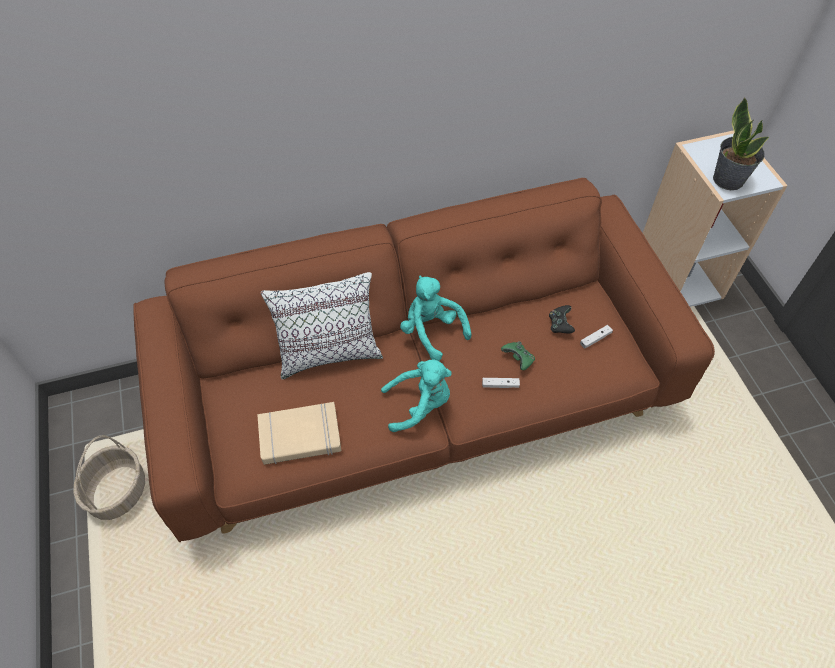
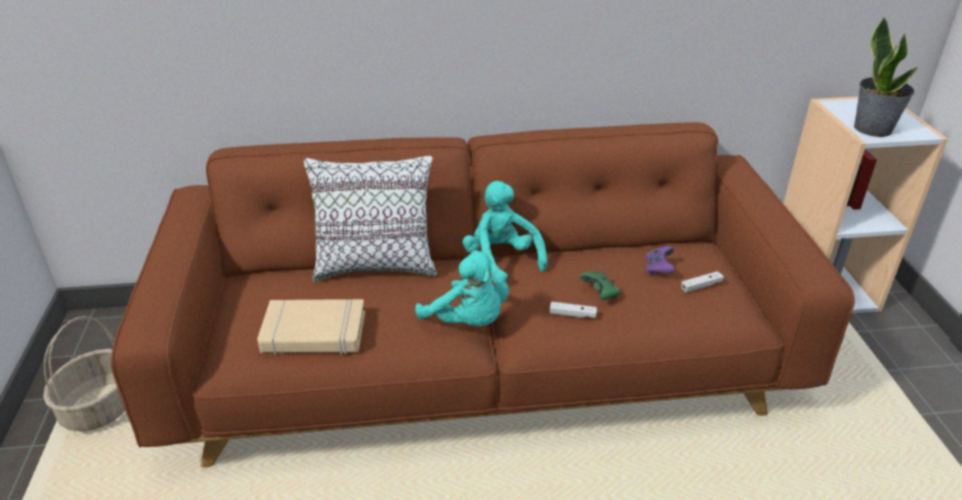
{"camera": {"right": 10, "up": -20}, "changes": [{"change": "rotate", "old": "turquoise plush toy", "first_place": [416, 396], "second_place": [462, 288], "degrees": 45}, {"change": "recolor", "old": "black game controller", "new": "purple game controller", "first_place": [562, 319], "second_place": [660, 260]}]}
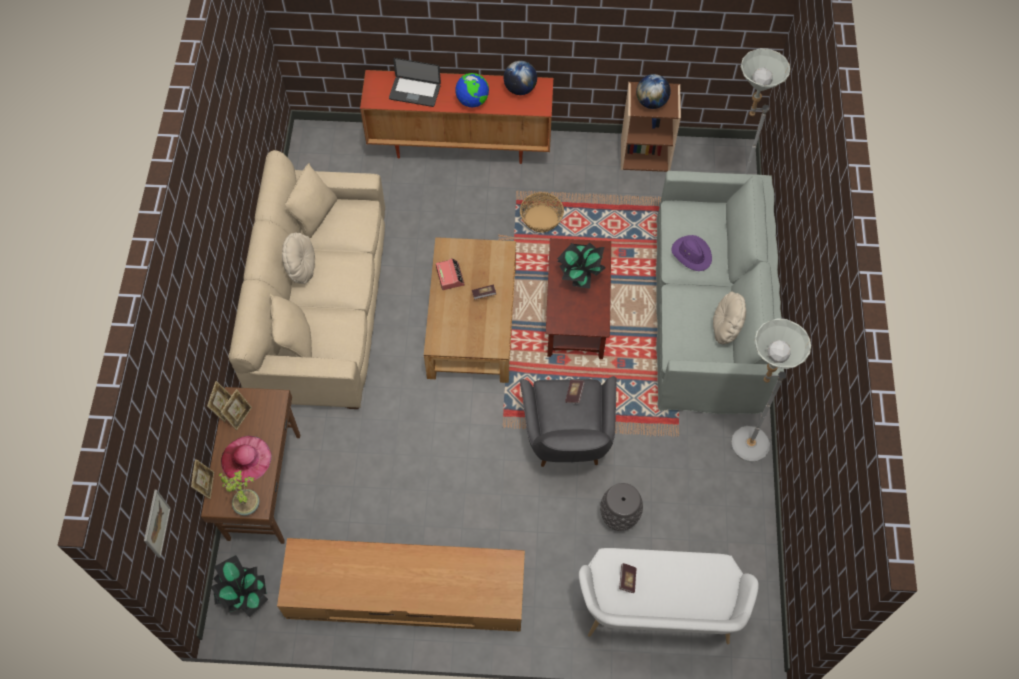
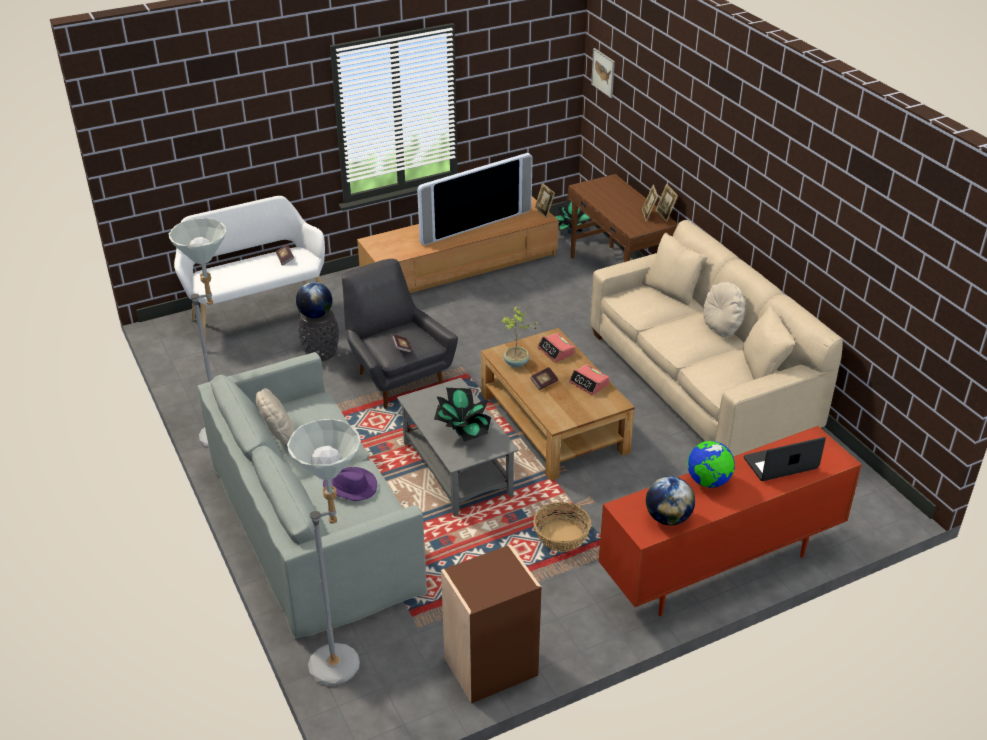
{"camera": {"right": 150, "up": -25}, "changes": [{"change": "move", "old": "globe", "first_place": [653, 91], "second_place": [314, 300]}, {"change": "recolor", "old": "brown coffee table", "new": "grey coffee table", "first_place": [578, 298], "second_place": [458, 447]}, {"change": "insert", "new": "television", "second_place": [475, 199]}, {"change": "move", "old": "potted plant", "first_place": [239, 493], "second_place": [520, 337]}, {"change": "move", "old": "picture frame", "first_place": [202, 479], "second_place": [544, 200]}, {"change": "insert", "new": "alarm clock", "second_place": [556, 347]}, {"change": "delete", "old": "pink hat", "first_place": [246, 459]}]}
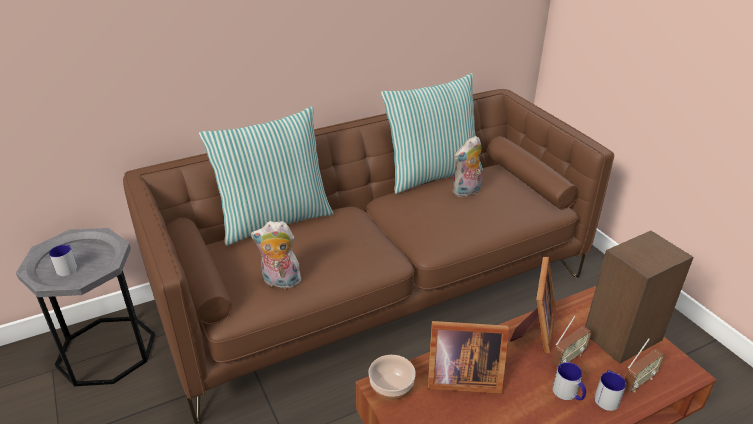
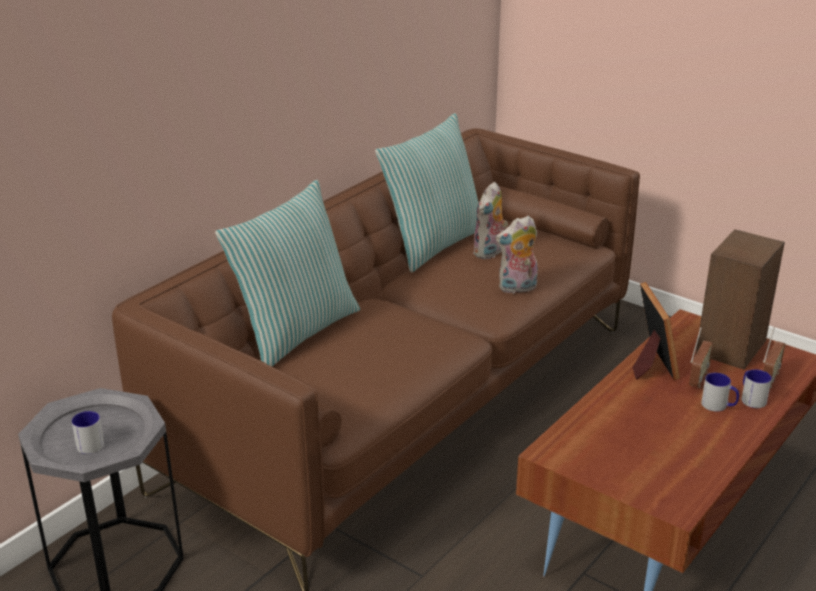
{"camera": {"right": -25, "up": -5}, "changes": [{"change": "move", "old": "plush toy", "first_place": [277, 254], "second_place": [517, 255]}, {"change": "delete", "old": "bowl", "first_place": [392, 377]}, {"change": "delete", "old": "picture frame", "first_place": [468, 357]}]}
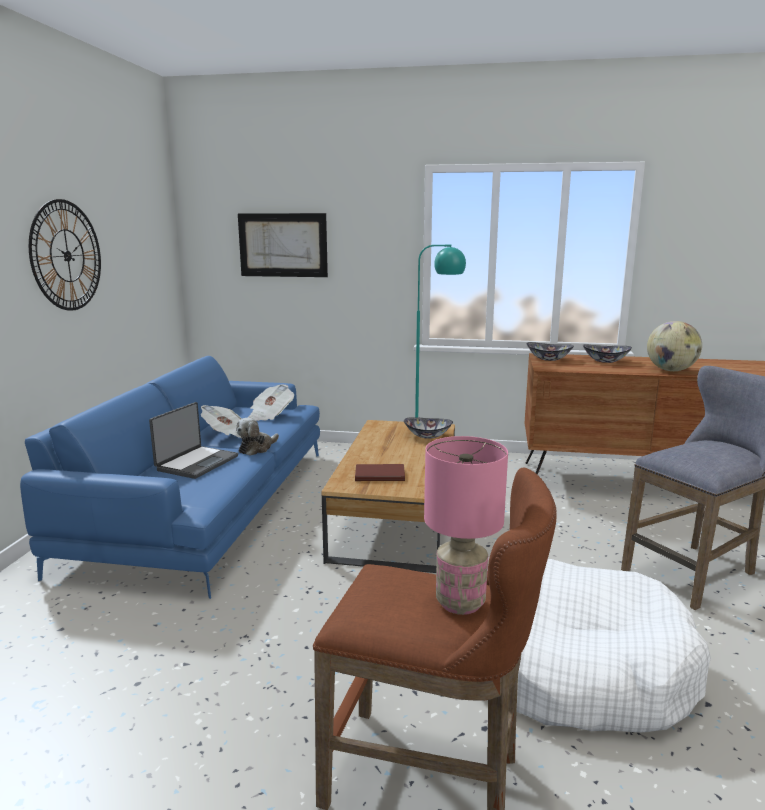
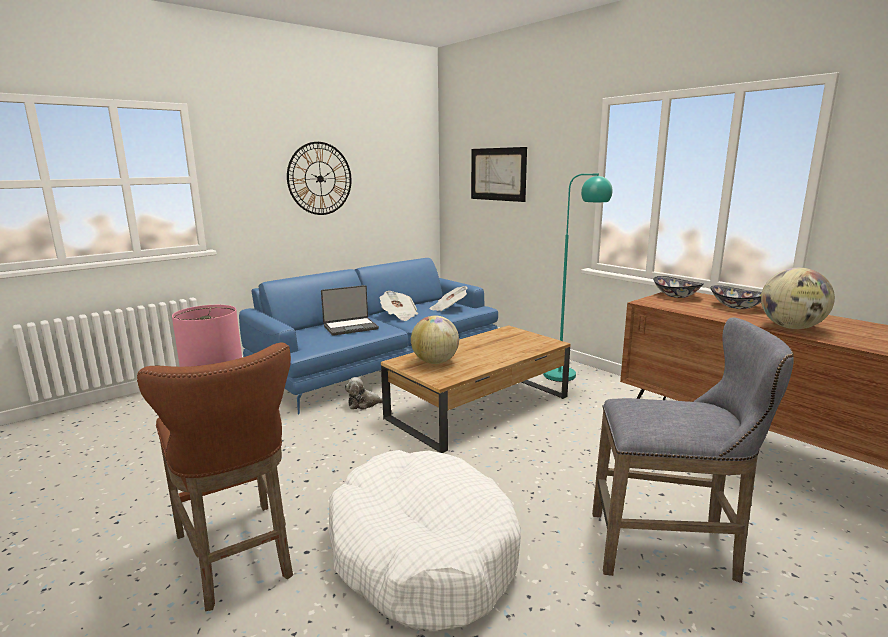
{"camera": {"right": 40, "up": 0}, "changes": [{"change": "move", "old": "plush toy", "first_place": [257, 437], "second_place": [364, 393]}, {"change": "replace", "old": "brown book", "new": "globe", "first_place": [380, 472], "second_place": [435, 340]}, {"change": "delete", "old": "bowl", "first_place": [428, 428]}]}
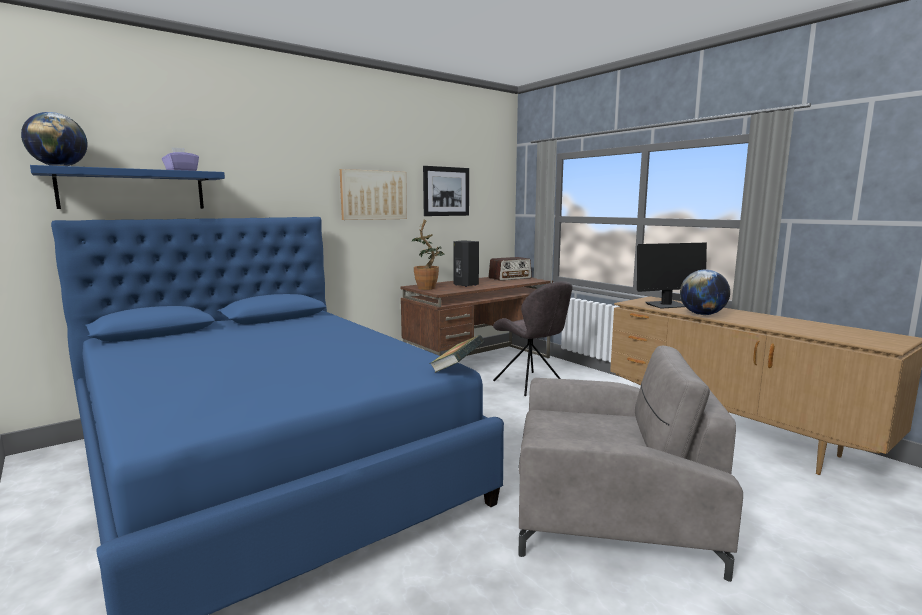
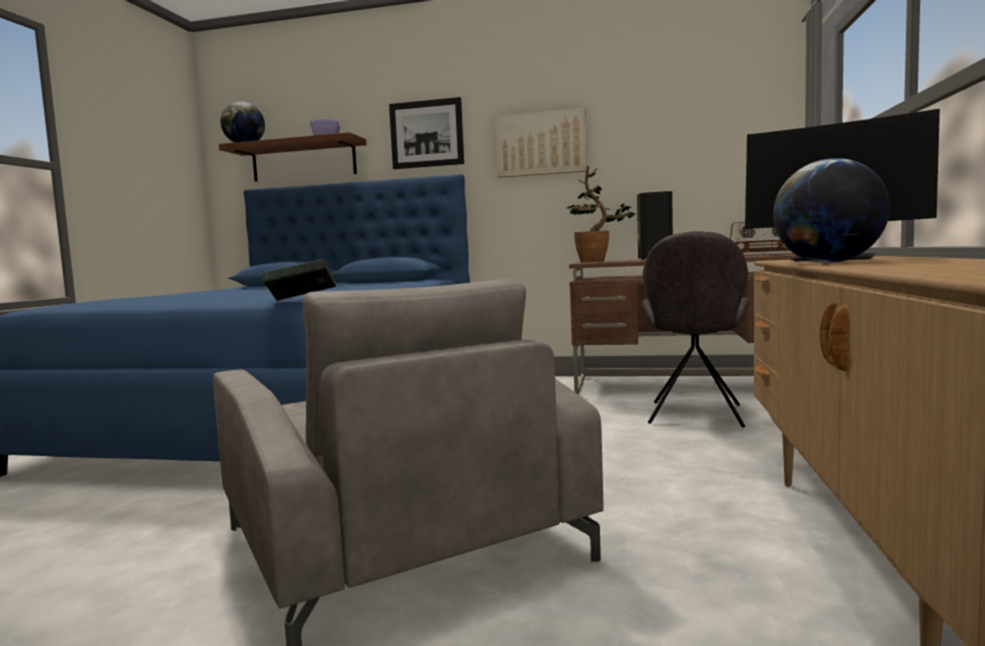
{"camera": {"right": 50, "up": -5}, "changes": [{"change": "recolor", "old": "blue shelf", "new": "brown shelf", "first_place": [127, 187], "second_place": [293, 157]}, {"change": "move", "old": "picture", "first_place": [446, 191], "second_place": [426, 133]}]}
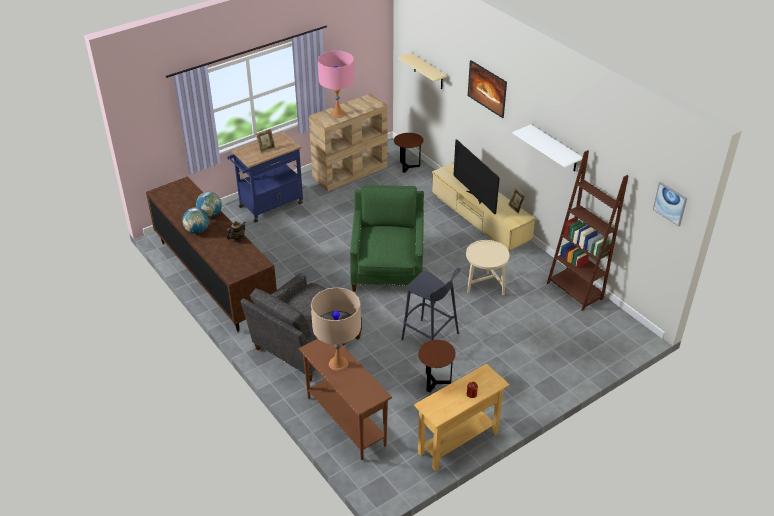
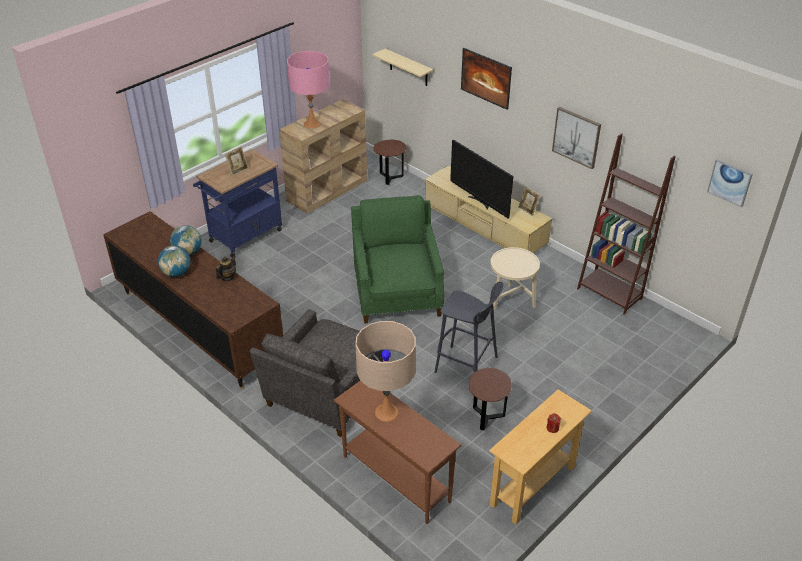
{"camera": {"right": -10, "up": 0}, "changes": [{"change": "replace", "old": "white shelf", "new": "picture", "first_place": [548, 148], "second_place": [576, 138]}]}
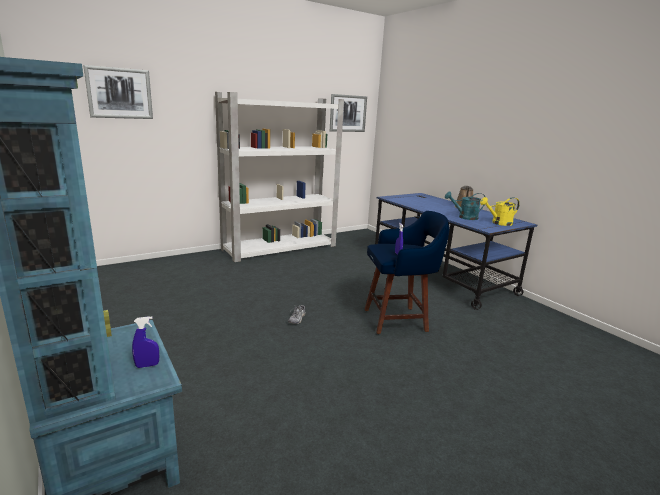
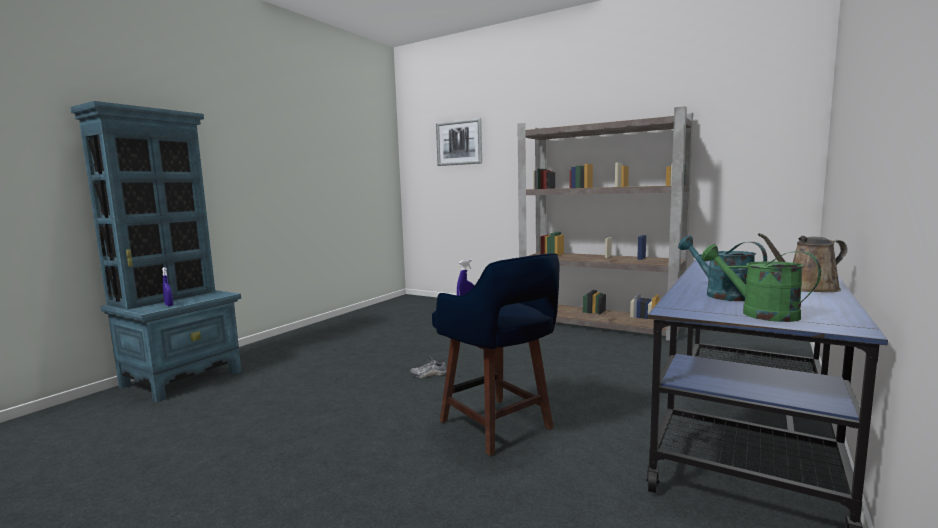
{"camera": {"right": 65, "up": -10}, "changes": [{"change": "recolor", "old": "white bookcase", "new": "brown bookcase", "first_place": [279, 177], "second_place": [605, 223]}, {"change": "recolor", "old": "yellow watering can", "new": "green watering can", "first_place": [500, 211], "second_place": [761, 283]}, {"change": "delete", "old": "picture", "first_place": [348, 113]}]}
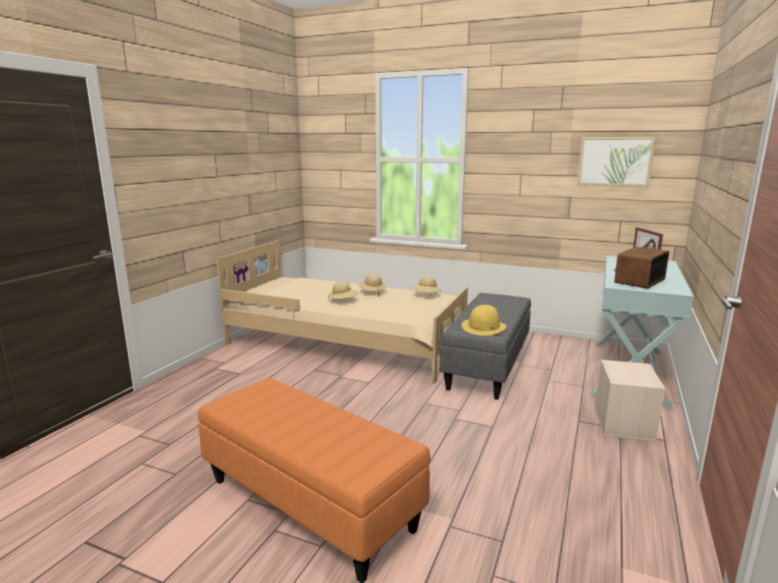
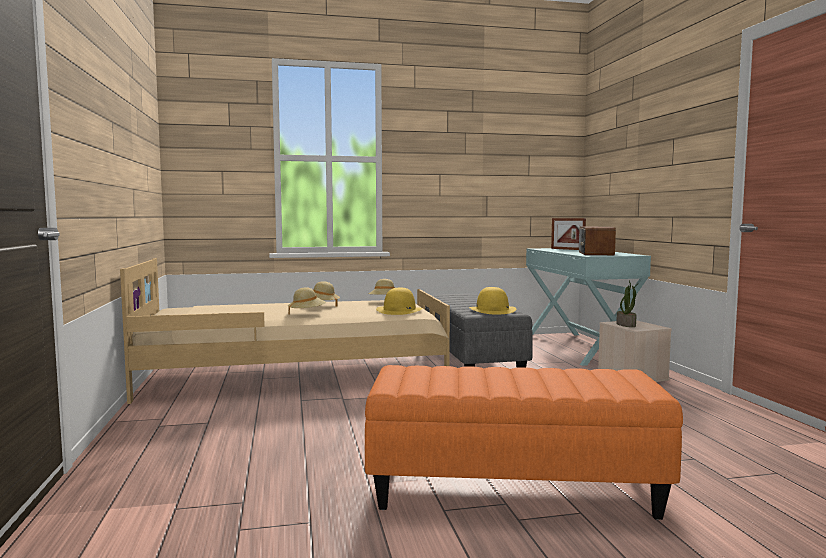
{"camera": {"right": -35, "up": -10}, "changes": [{"change": "insert", "new": "yellow hat", "second_place": [399, 301]}, {"change": "insert", "new": "potted plant", "second_place": [626, 304]}, {"change": "delete", "old": "picture", "first_place": [616, 162]}]}
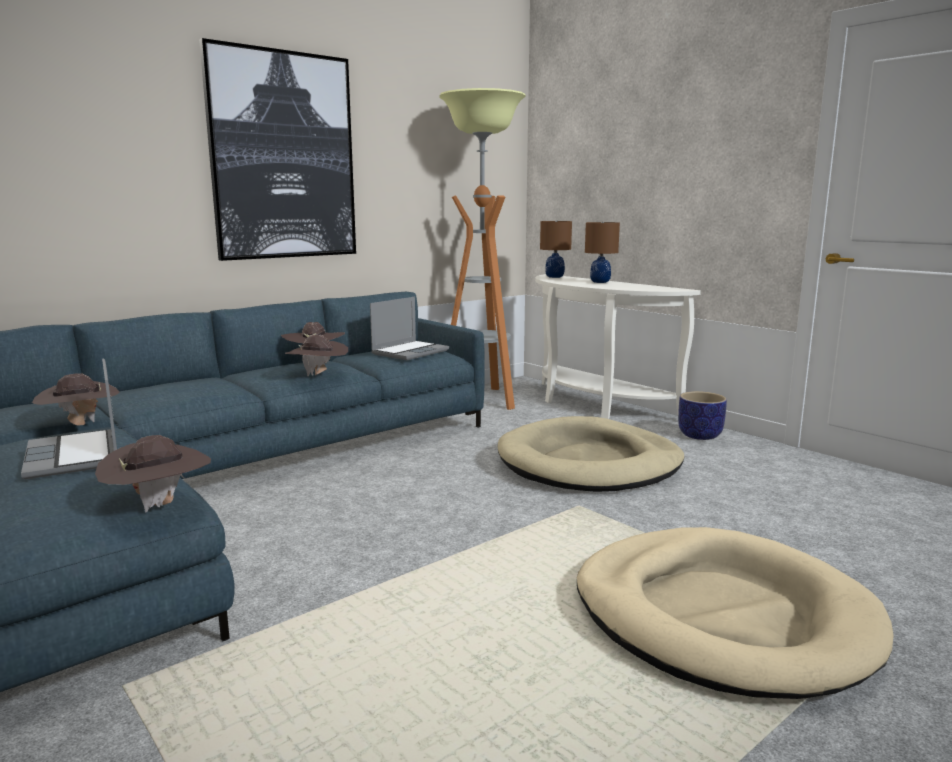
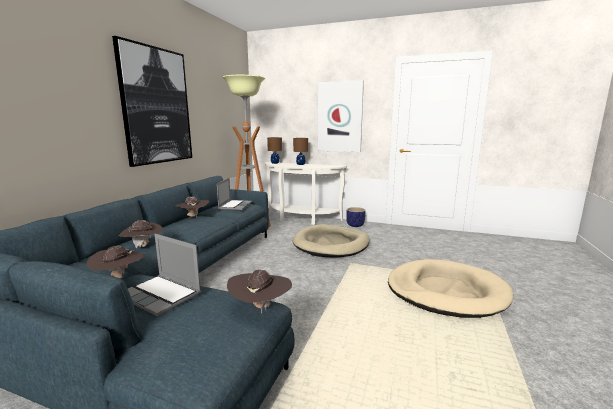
{"camera": {"right": -30, "up": 0}, "changes": [{"change": "move", "old": "brown hat", "first_place": [316, 355], "second_place": [141, 234]}, {"change": "insert", "new": "picture", "second_place": [341, 116]}]}
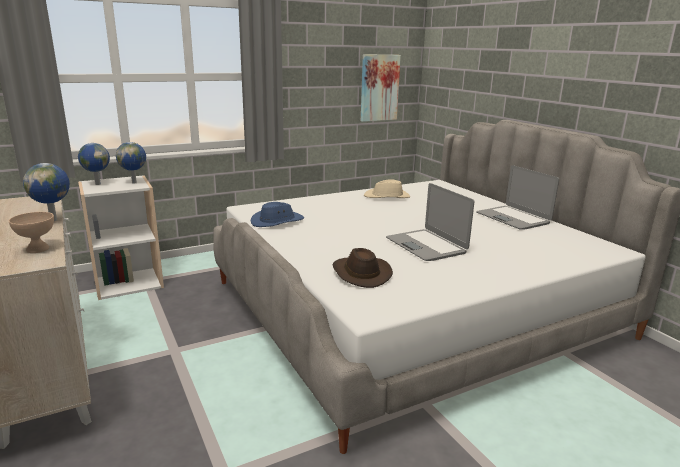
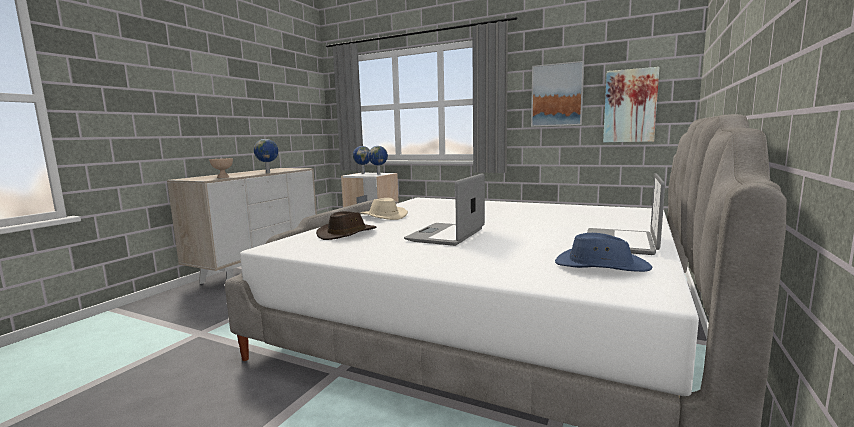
{"camera": {"right": 55, "up": -10}, "changes": [{"change": "move", "old": "beige hat", "first_place": [387, 188], "second_place": [384, 209]}, {"change": "insert", "new": "picture", "second_place": [557, 94]}, {"change": "move", "old": "blue hat", "first_place": [277, 214], "second_place": [603, 252]}]}
